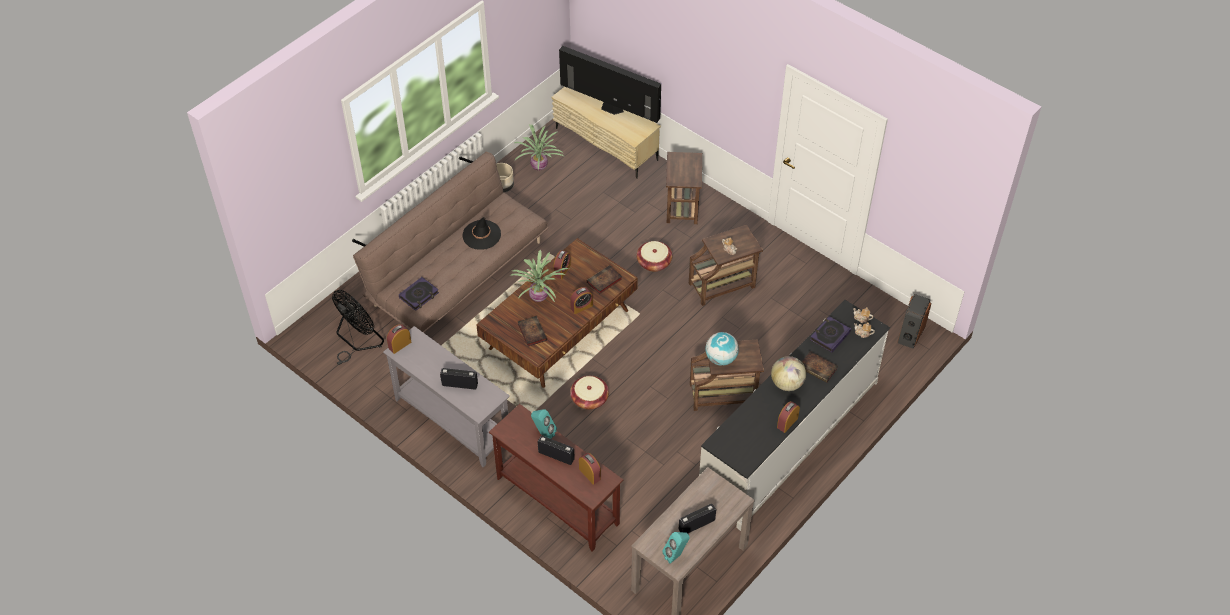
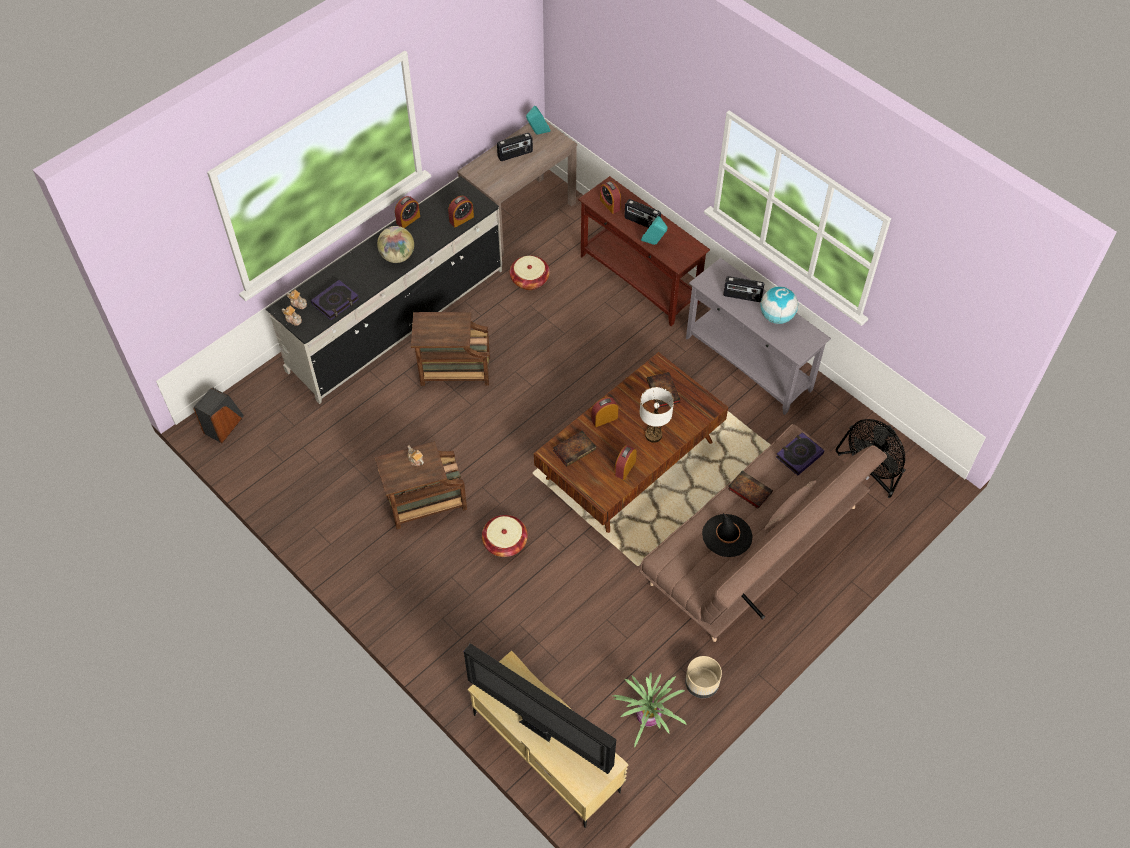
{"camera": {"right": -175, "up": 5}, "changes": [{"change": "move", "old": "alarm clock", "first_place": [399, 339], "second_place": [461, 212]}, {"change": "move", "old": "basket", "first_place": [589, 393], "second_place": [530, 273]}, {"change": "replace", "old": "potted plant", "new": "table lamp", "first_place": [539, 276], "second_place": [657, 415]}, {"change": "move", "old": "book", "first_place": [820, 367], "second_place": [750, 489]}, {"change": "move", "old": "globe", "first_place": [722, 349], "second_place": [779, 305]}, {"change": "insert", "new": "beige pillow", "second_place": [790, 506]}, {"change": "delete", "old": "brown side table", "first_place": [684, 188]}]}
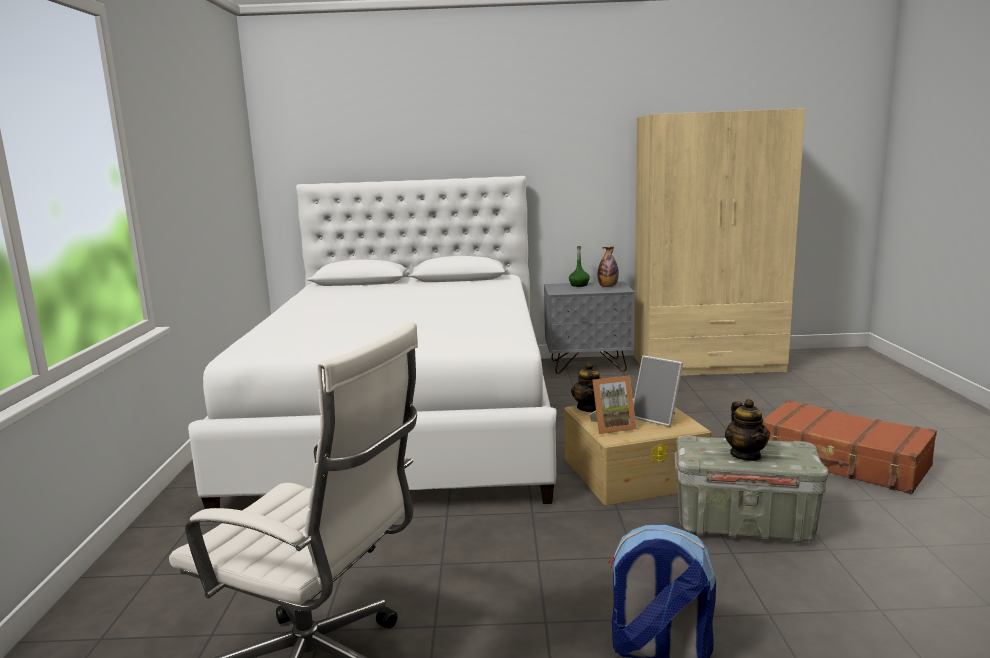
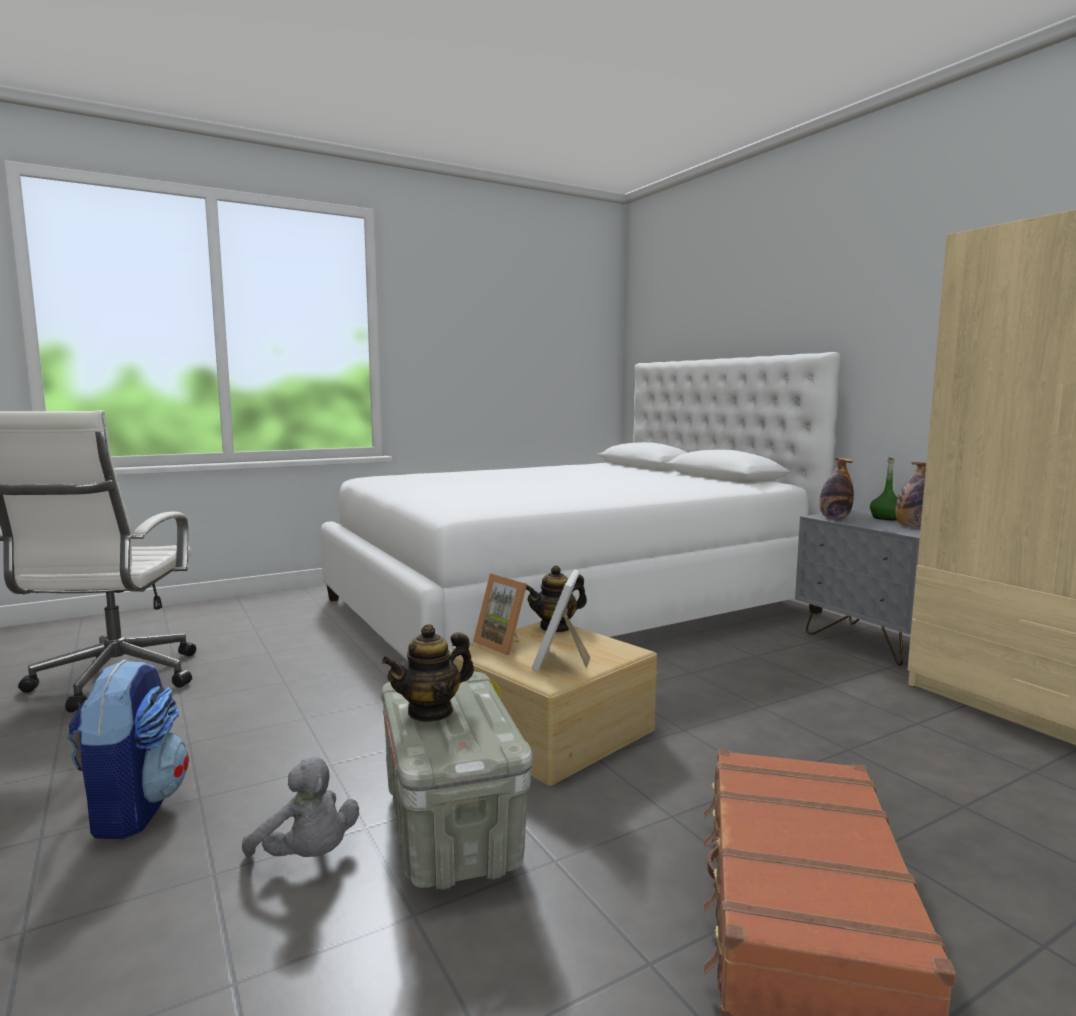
{"camera": {"right": 60, "up": -5}, "changes": [{"change": "insert", "new": "grey plush toy", "second_place": [300, 807]}, {"change": "insert", "new": "bottle", "second_place": [836, 488]}]}
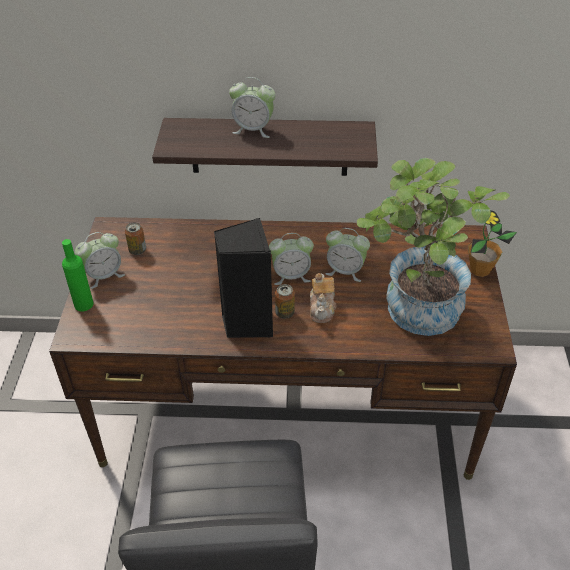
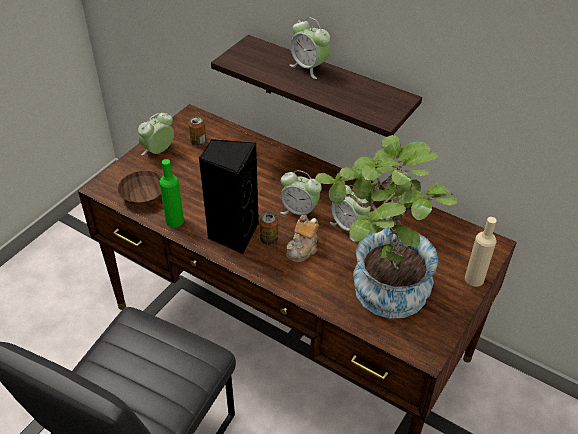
{"camera": {"right": 30, "up": 0}, "changes": [{"change": "insert", "new": "brown bowl", "second_place": [140, 188]}, {"change": "rotate", "old": "alarm clock", "first_place": [100, 260], "second_place": [156, 134], "degrees": 135}, {"change": "move", "old": "green bottle", "first_place": [78, 275], "second_place": [171, 193]}, {"change": "replace", "old": "potted plant", "new": "beige bottle", "first_place": [492, 243], "second_place": [481, 252]}]}
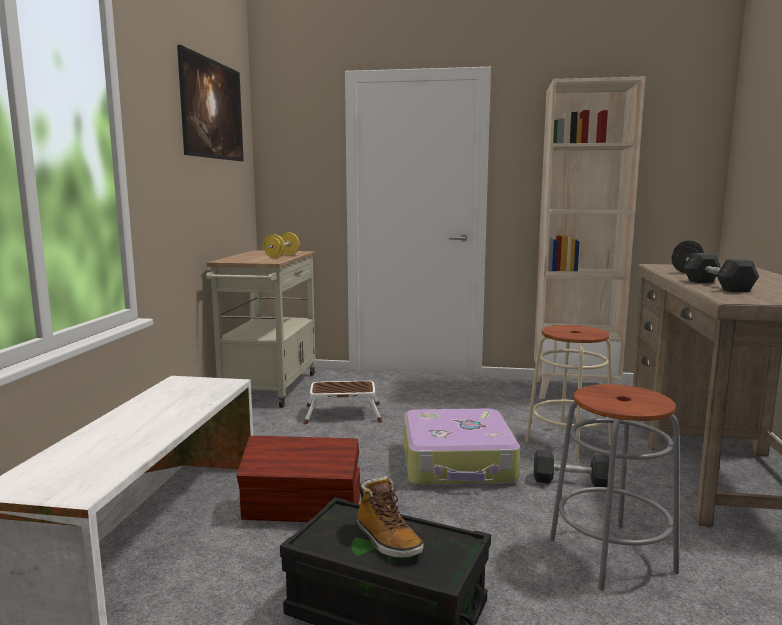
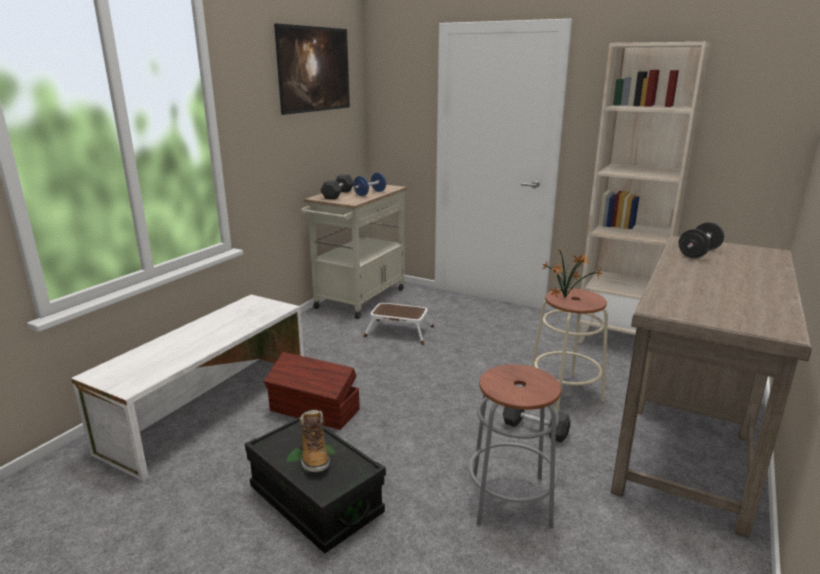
{"camera": {"right": 20, "up": 10}, "changes": [{"change": "move", "old": "grey dumbbell", "first_place": [721, 272], "second_place": [337, 187]}, {"change": "recolor", "old": "yellow dumbbell", "new": "blue dumbbell", "first_place": [281, 245], "second_place": [369, 184]}, {"change": "insert", "new": "potted plant", "second_place": [572, 273]}, {"change": "delete", "old": "suitcase", "first_place": [461, 447]}]}
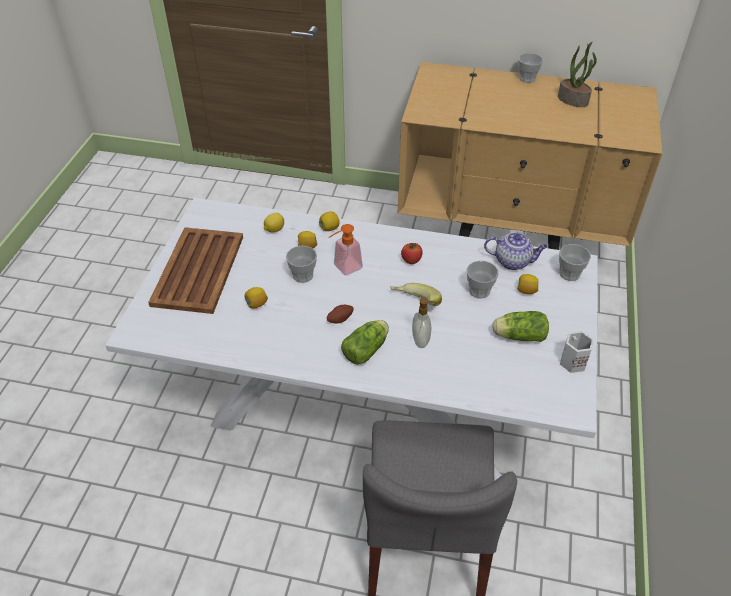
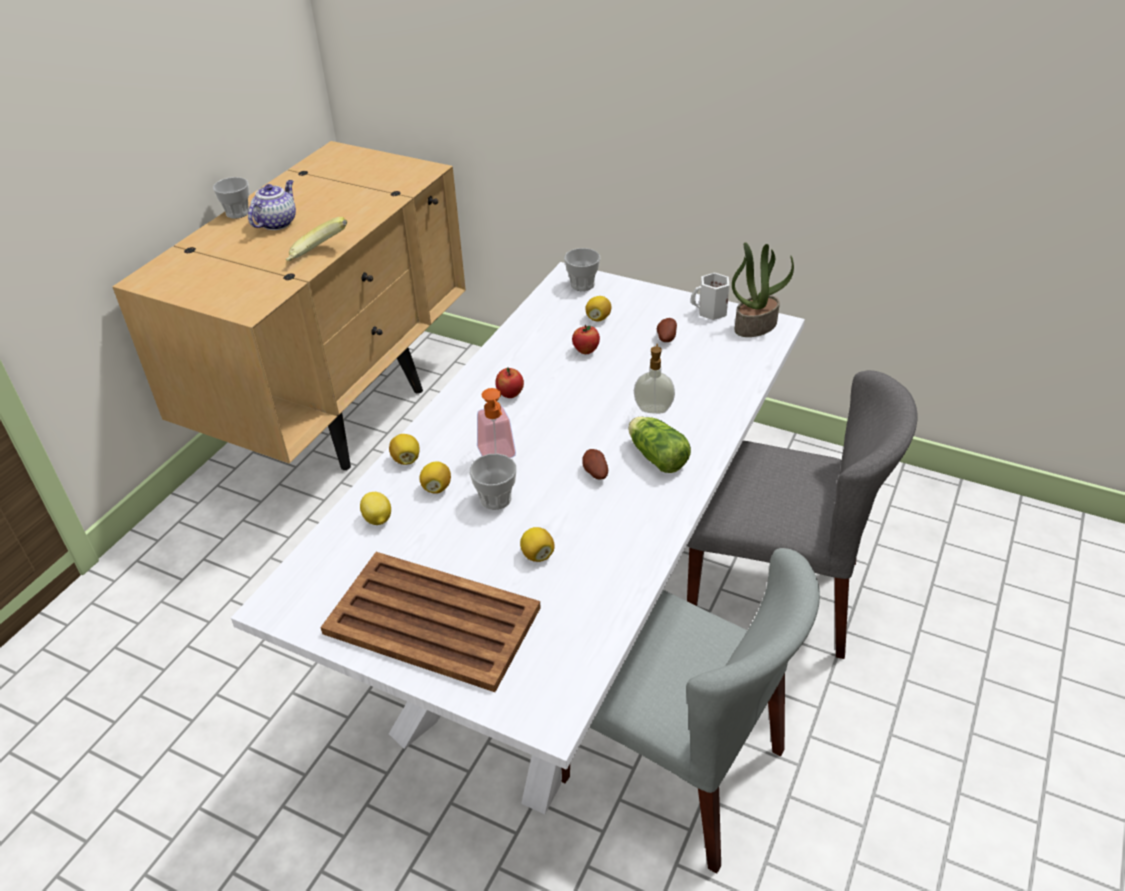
{"camera": {"right": -75, "up": -5}, "changes": [{"change": "move", "old": "teapot", "first_place": [516, 251], "second_place": [272, 205]}, {"change": "move", "old": "banana", "first_place": [416, 294], "second_place": [316, 239]}, {"change": "insert", "new": "grey chair", "second_place": [690, 711]}, {"change": "replace", "old": "cup", "new": "apple", "first_place": [483, 280], "second_place": [586, 339]}, {"change": "replace", "old": "lettuce", "new": "potato", "first_place": [520, 326], "second_place": [667, 330]}, {"change": "move", "old": "potted plant", "first_place": [577, 74], "second_place": [763, 289]}]}
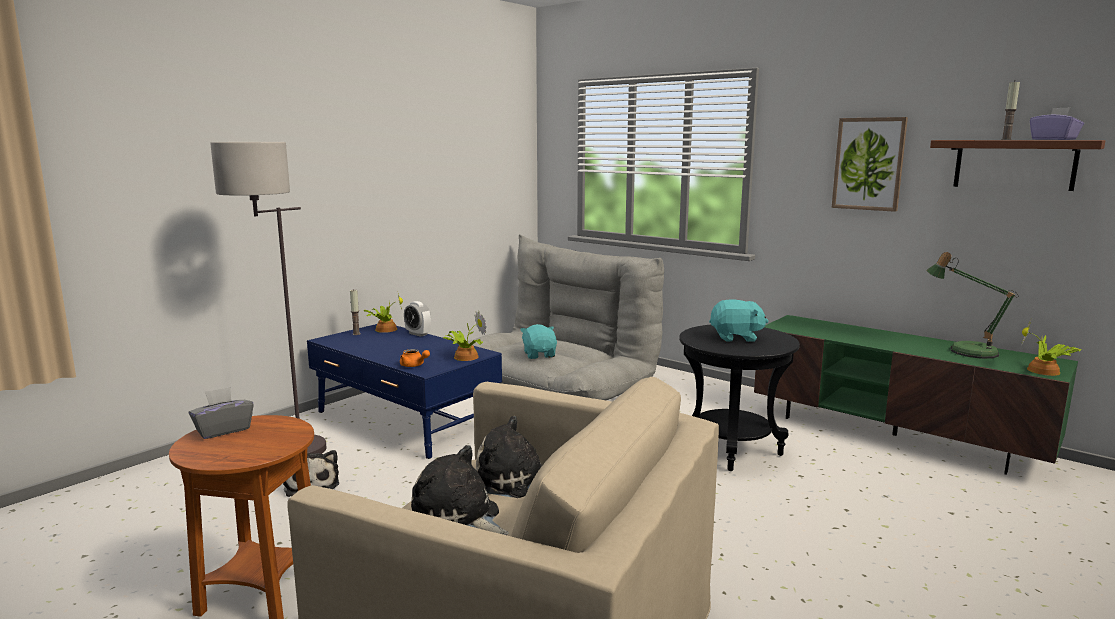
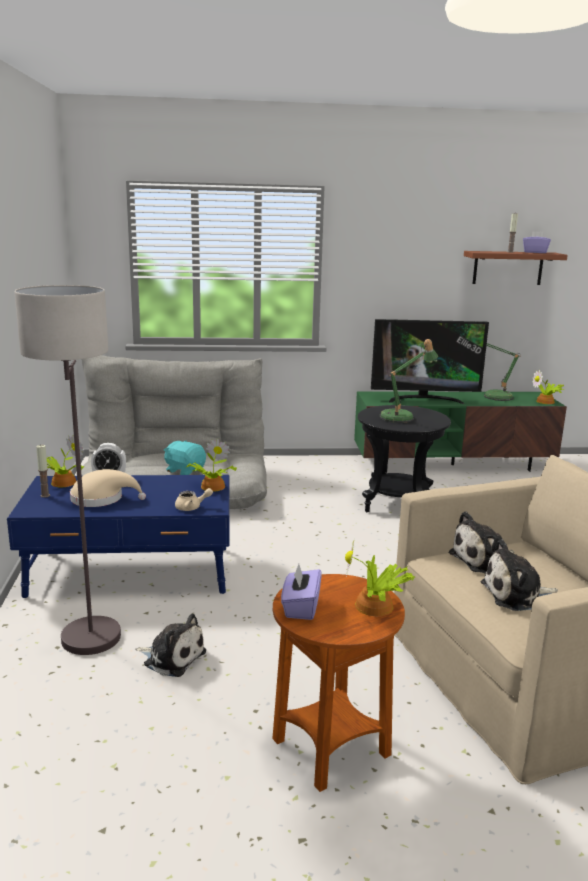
{"camera": {"right": -45, "up": 5}, "changes": [{"change": "insert", "new": "beige hat", "second_place": [108, 488]}, {"change": "recolor", "old": "orange teapot", "new": "beige teapot", "first_place": [415, 358], "second_place": [194, 499]}, {"change": "recolor", "old": "grey tissue box", "new": "purple tissue box", "first_place": [221, 413], "second_place": [301, 592]}, {"change": "insert", "new": "potted plant", "second_place": [380, 579]}, {"change": "insert", "new": "television", "second_place": [430, 361]}, {"change": "replace", "old": "turquoise plush toy", "new": "table lamp", "first_place": [738, 321], "second_place": [409, 381]}, {"change": "delete", "old": "picture", "first_place": [870, 164]}]}
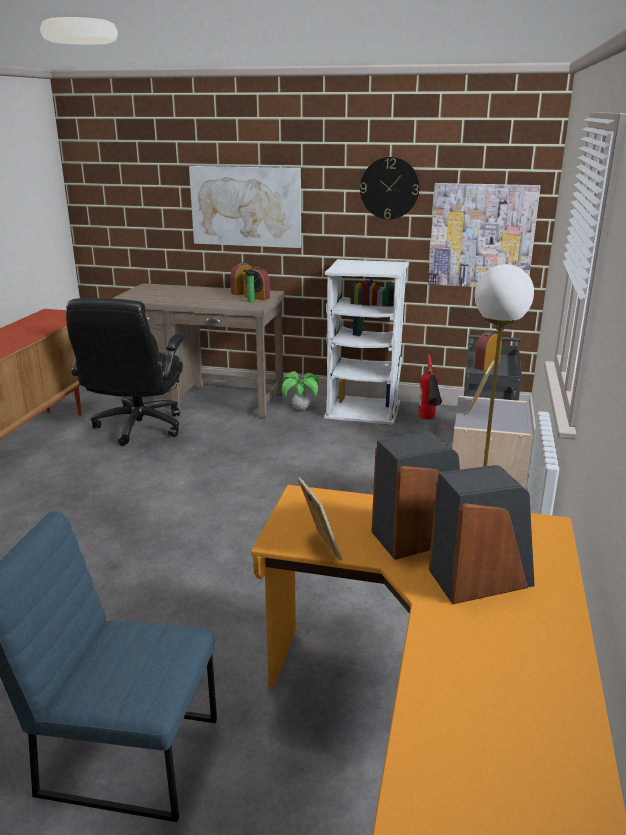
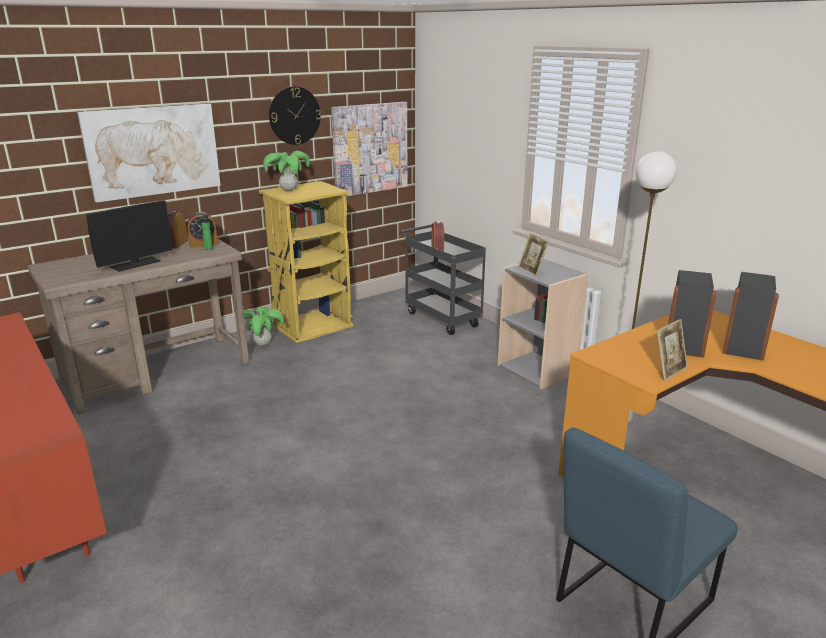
{"camera": {"right": -50, "up": 0}, "changes": [{"change": "insert", "new": "monitor", "second_place": [129, 236]}, {"change": "recolor", "old": "white bookcase", "new": "yellow bookcase", "first_place": [366, 342], "second_place": [306, 262]}, {"change": "insert", "new": "potted plant", "second_place": [286, 171]}, {"change": "rotate", "old": "picture frame", "first_place": [320, 518], "second_place": [672, 350], "degrees": 120}, {"change": "delete", "old": "black office chair", "first_place": [125, 372]}, {"change": "delete", "old": "fire extinguisher", "first_place": [430, 387]}]}
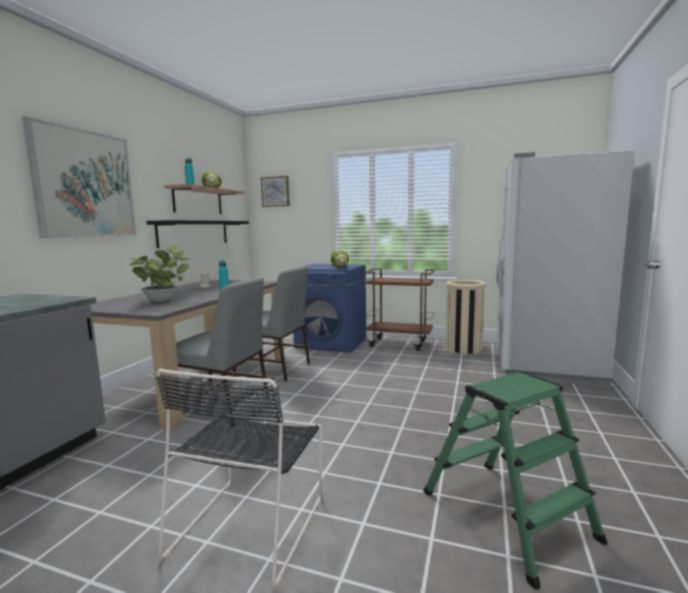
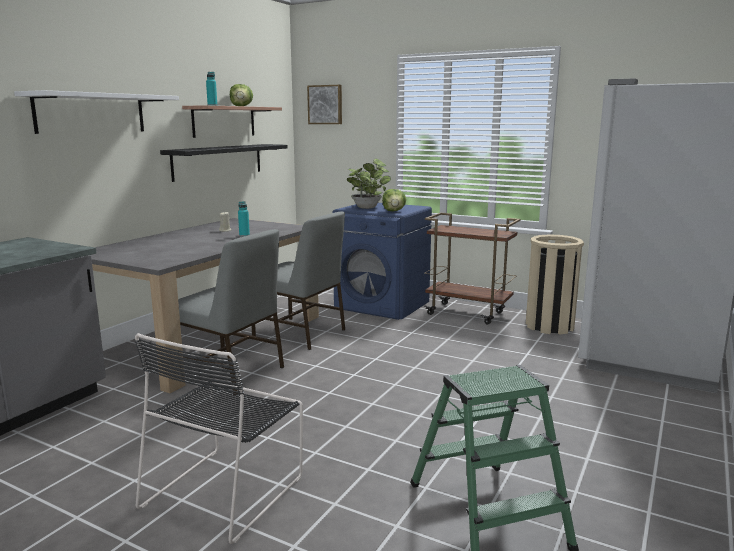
{"camera": {"right": 10, "up": 5}, "changes": [{"change": "replace", "old": "picture", "new": "white shelf", "first_place": [79, 177], "second_place": [96, 112]}, {"change": "move", "old": "potted plant", "first_place": [159, 273], "second_place": [369, 184]}]}
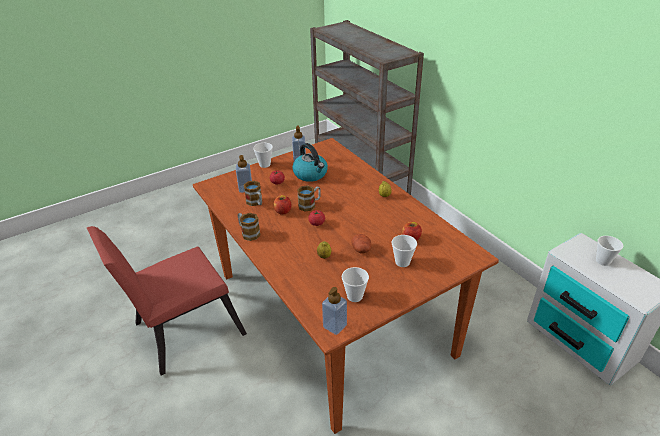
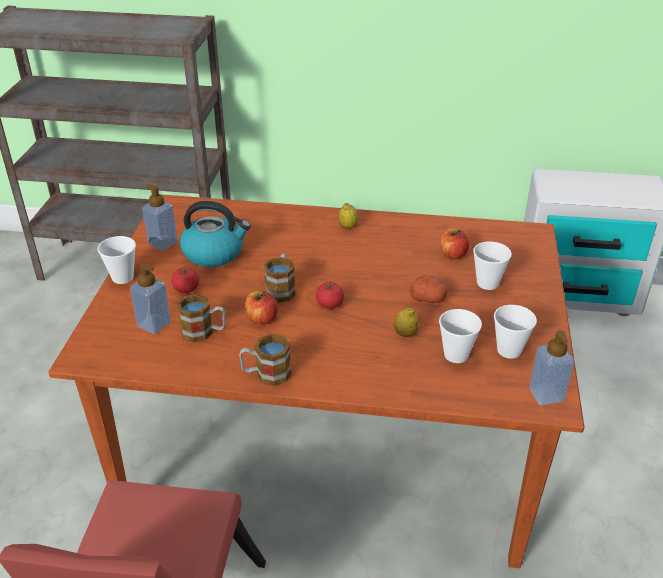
{"camera": {"right": -50, "up": 0}, "changes": [{"change": "move", "old": "cup", "first_place": [609, 251], "second_place": [460, 336]}]}
